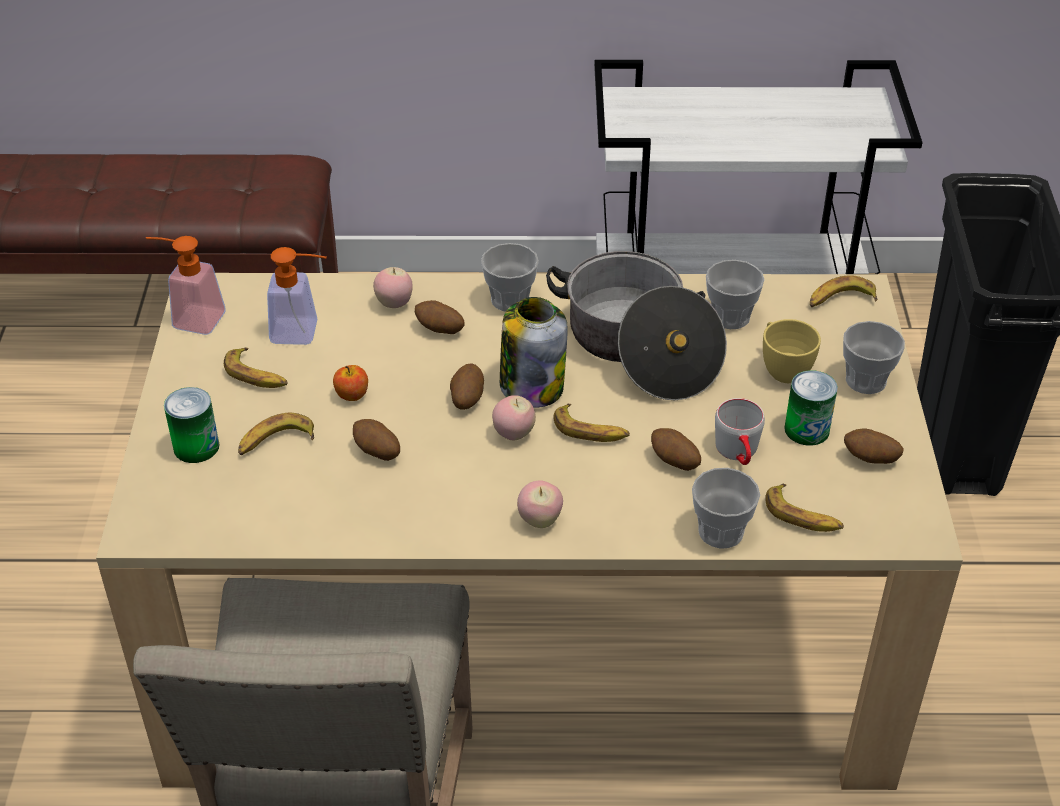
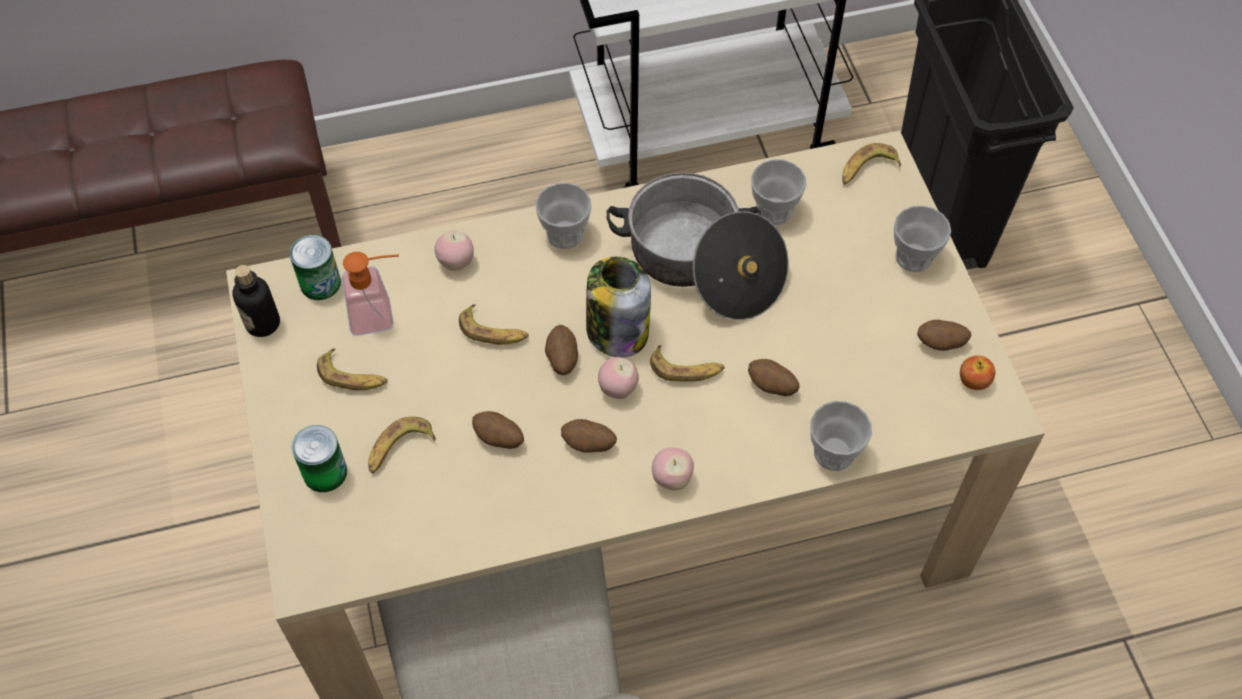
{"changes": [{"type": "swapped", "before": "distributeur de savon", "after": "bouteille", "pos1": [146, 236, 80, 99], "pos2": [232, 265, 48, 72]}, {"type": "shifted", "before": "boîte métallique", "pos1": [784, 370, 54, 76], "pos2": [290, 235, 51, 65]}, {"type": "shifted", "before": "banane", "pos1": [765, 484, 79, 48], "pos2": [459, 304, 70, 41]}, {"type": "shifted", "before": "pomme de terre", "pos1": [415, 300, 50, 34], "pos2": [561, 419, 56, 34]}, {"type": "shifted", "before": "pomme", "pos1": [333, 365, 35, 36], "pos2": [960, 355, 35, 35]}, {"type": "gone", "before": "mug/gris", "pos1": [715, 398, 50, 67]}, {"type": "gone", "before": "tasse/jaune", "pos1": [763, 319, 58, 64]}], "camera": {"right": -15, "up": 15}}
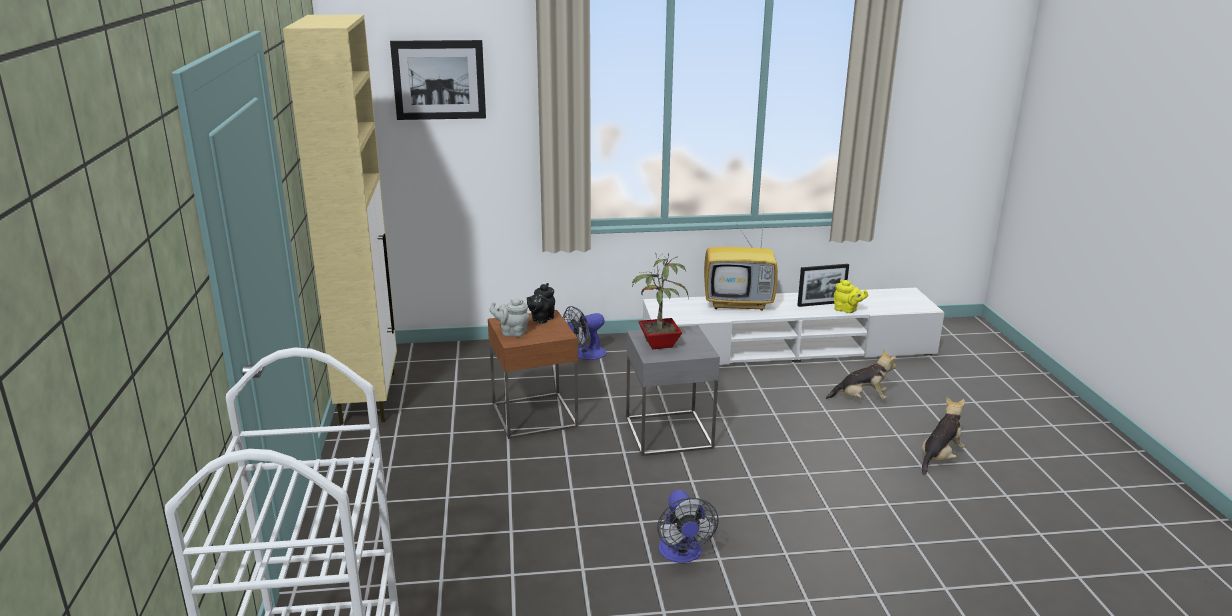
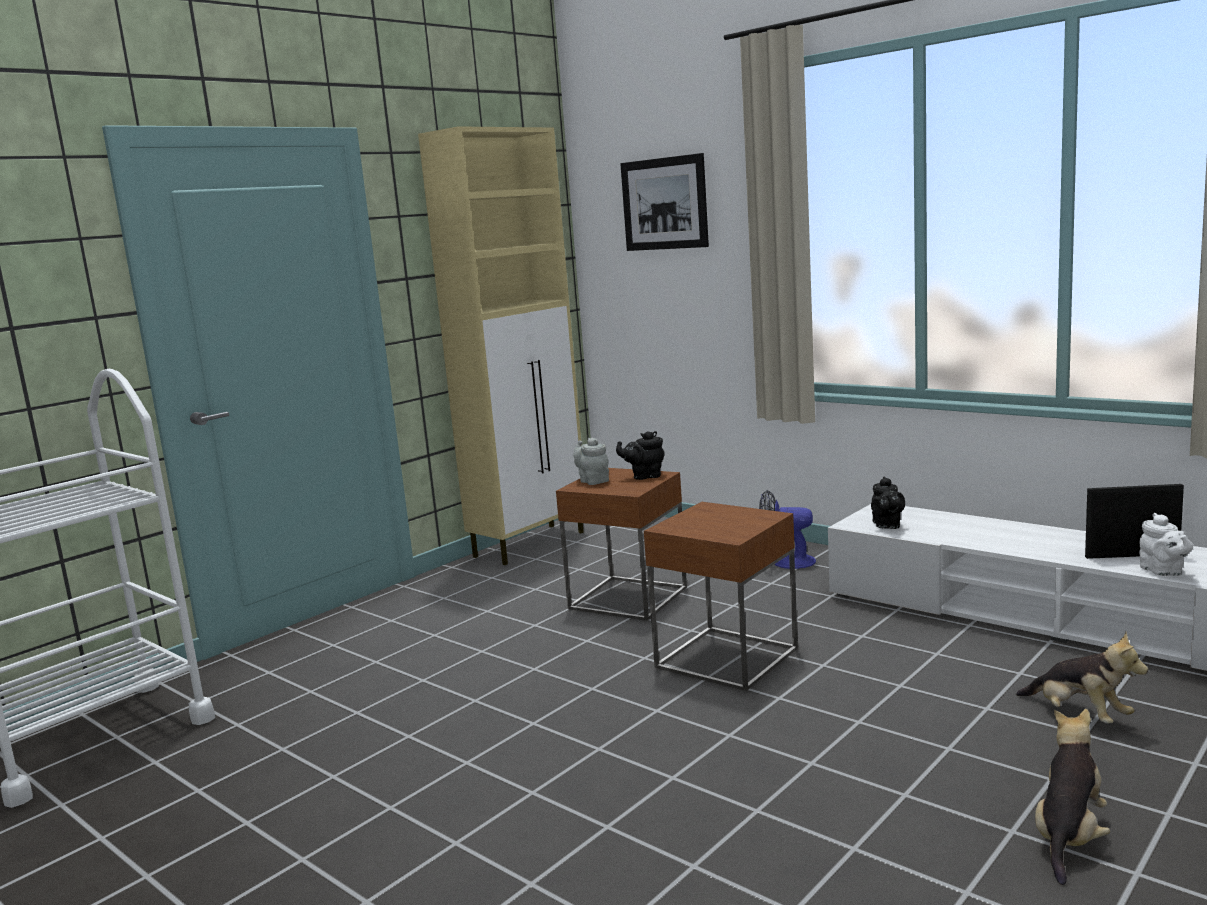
{"changes": [{"type": "repainted", "before": "table d'appoint/gris", "after": "table d'appoint/marron", "pos1": [626, 325, 94, 131], "pos2": [644, 502, 154, 189]}, {"type": "new", "after": "théière/noir", "pos2": [871, 477, 34, 52]}, {"type": "rotated", "before": "peluche", "pos1": [922, 397, 43, 78], "pos2": [1035, 709, 76, 176], "turn": -60}, {"type": "rotated", "before": "cadre photo", "pos1": [797, 264, 52, 43], "pos2": [1085, 484, 99, 75], "turn": 150}, {"type": "repainted", "before": "théière/jaune", "after": "théière/blanc", "pos1": [834, 279, 34, 34], "pos2": [1139, 513, 54, 63]}, {"type": "gone", "before": "plante en pot", "pos1": [632, 252, 57, 97]}, {"type": "gone", "before": "ventilateur", "pos1": [657, 490, 62, 73]}, {"type": "gone", "before": "téléviseur", "pos1": [704, 215, 74, 96]}], "camera": {"right": 50, "up": -10}}
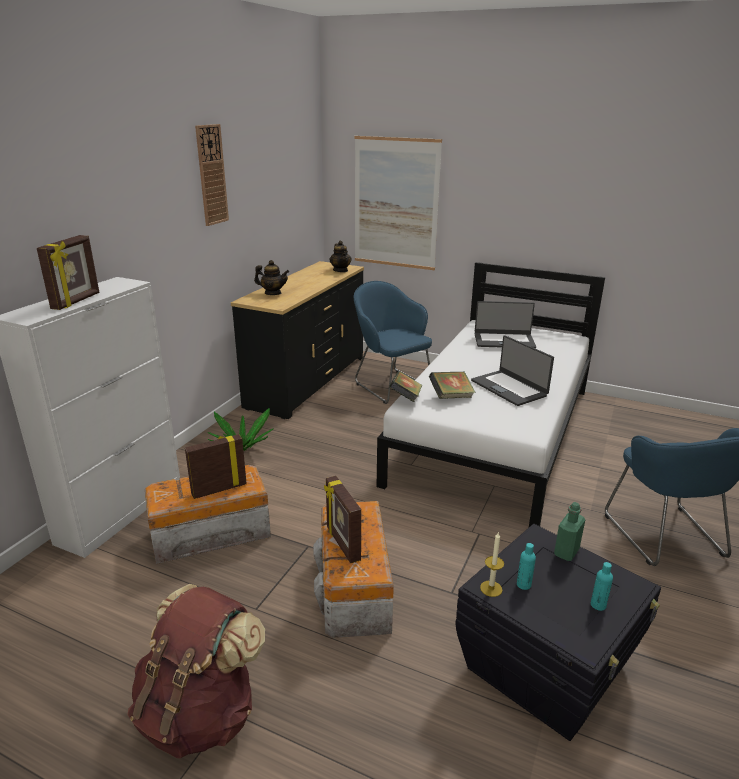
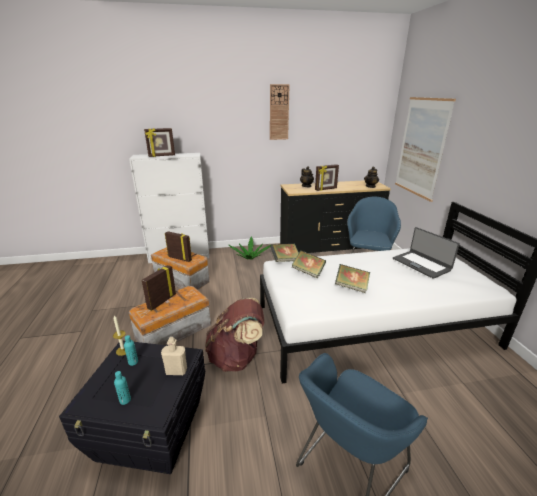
{"changes": [{"type": "repainted", "before": "bouteille/vert", "after": "bouteille/beige", "pos1": [554, 502, 31, 59], "pos2": [161, 337, 26, 38]}, {"type": "shifted", "before": "sac à dos/marron", "pos1": [127, 584, 138, 174], "pos2": [205, 298, 59, 74]}, {"type": "new", "after": "cadre photo", "pos2": [315, 164, 24, 27]}, {"type": "swapped", "before": "ordinateur portable", "after": "livre", "pos1": [471, 335, 83, 71], "pos2": [335, 264, 35, 29]}], "camera": {"right": 55, "up": 0}}
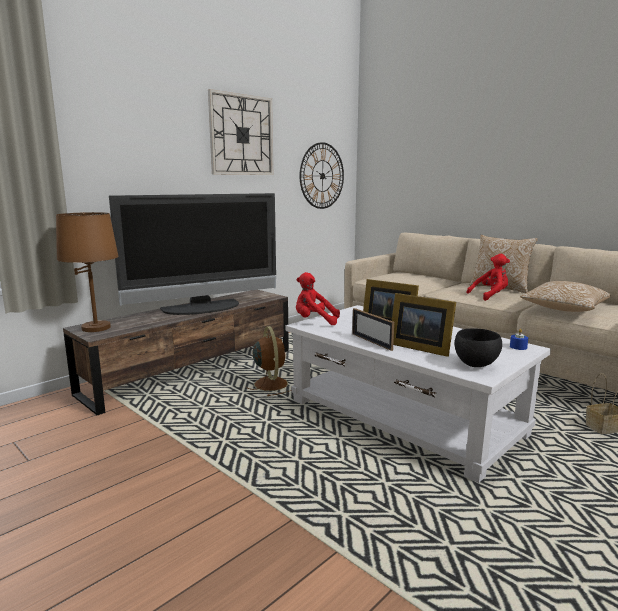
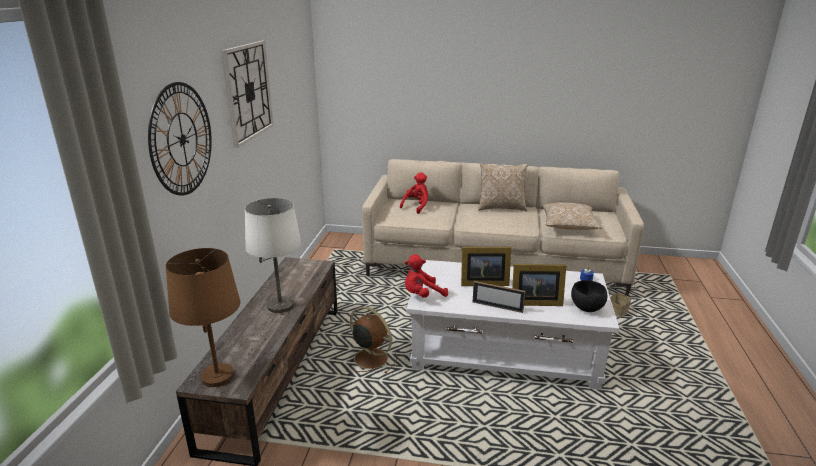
{"changes": [{"type": "shifted", "before": "horloge murale", "pos1": [300, 142, 44, 67], "pos2": [148, 82, 64, 113]}, {"type": "swapped", "before": "téléviseur", "after": "lampe de table/blanc", "pos1": [109, 193, 167, 122], "pos2": [245, 198, 57, 115]}, {"type": "shifted", "before": "peluche/rouge", "pos1": [467, 254, 43, 47], "pos2": [400, 172, 28, 42]}], "camera": {"right": -35, "up": 10}}
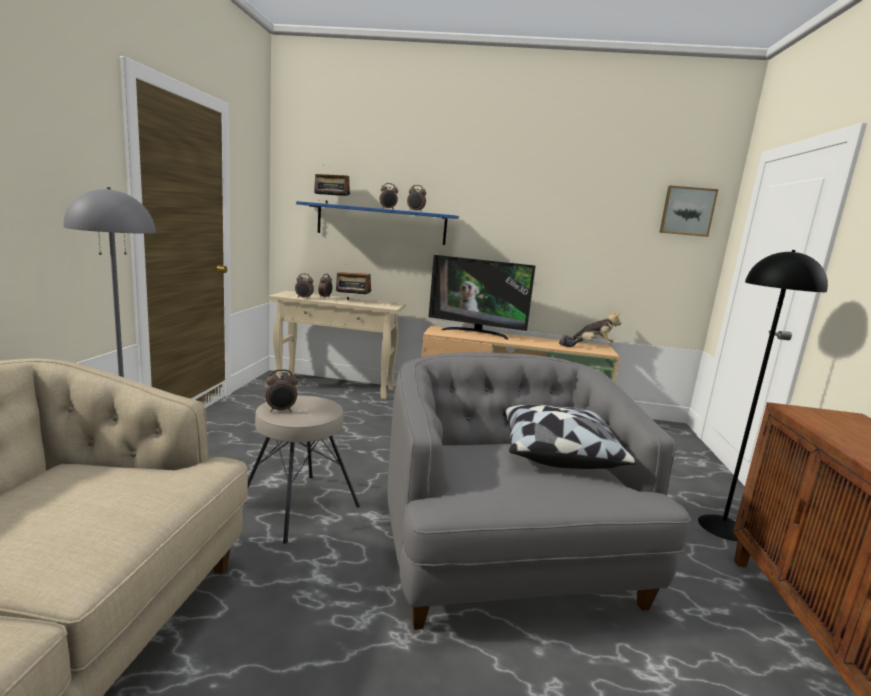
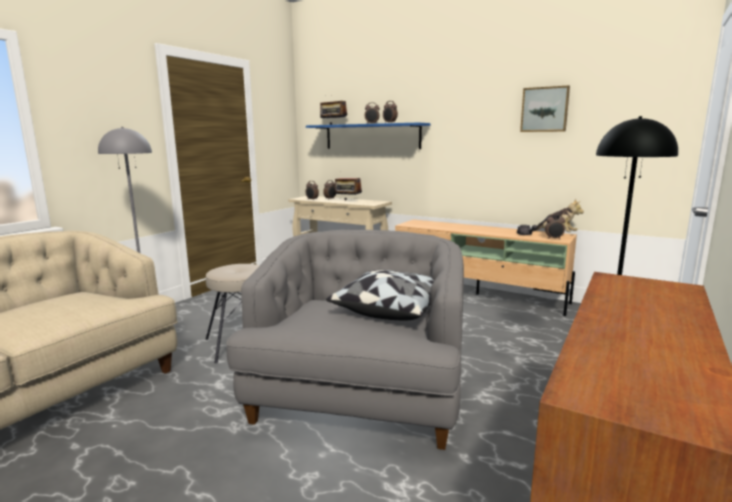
{"changes": [{"type": "shifted", "before": "tableau", "pos1": [659, 186, 59, 51], "pos2": [520, 85, 50, 47]}, {"type": "shifted", "before": "réveil", "pos1": [265, 369, 33, 43], "pos2": [545, 214, 20, 25]}, {"type": "gone", "before": "téléviseur", "pos1": [429, 255, 106, 85]}], "camera": {"right": 25, "up": 0}}
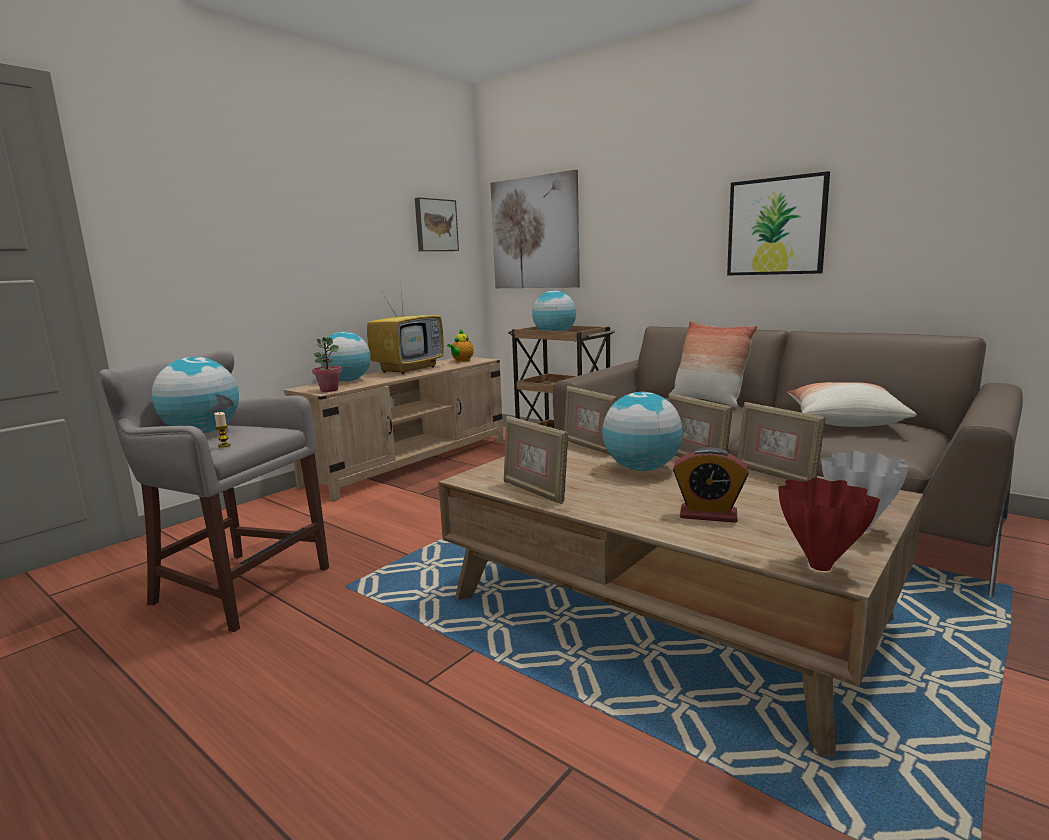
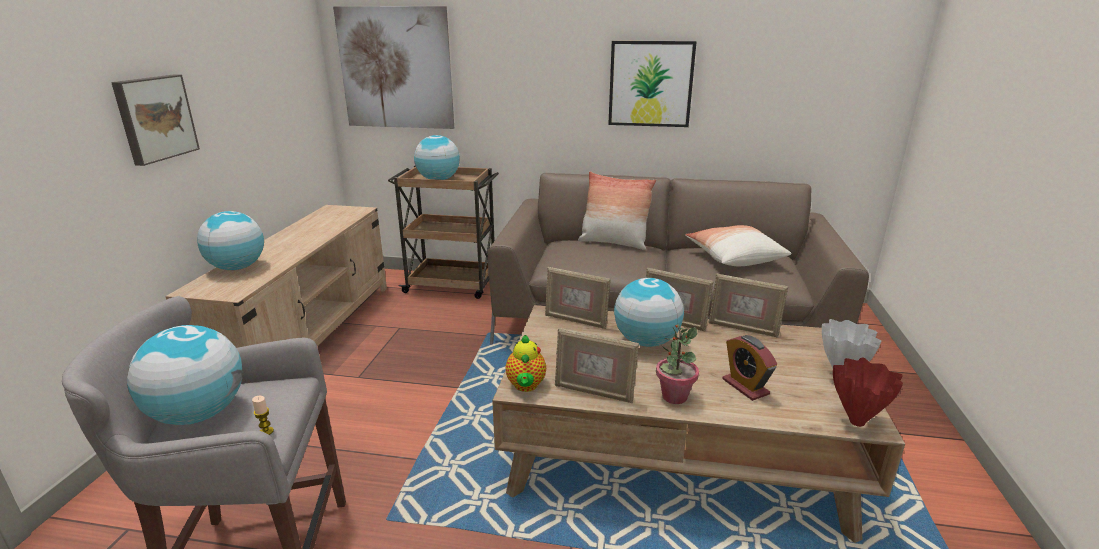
{"changes": [{"type": "shifted", "before": "tableau", "pos1": [415, 197, 44, 54], "pos2": [111, 74, 89, 92]}, {"type": "shifted", "before": "théière", "pos1": [447, 329, 27, 33], "pos2": [505, 335, 41, 57]}, {"type": "shifted", "before": "plante en pot", "pos1": [312, 337, 30, 55], "pos2": [656, 324, 43, 80]}, {"type": "rotated", "before": "réveil", "pos1": [673, 447, 76, 76], "pos2": [722, 335, 55, 66], "turn": 75}, {"type": "gone", "before": "téléviseur", "pos1": [367, 282, 77, 92]}], "camera": {"right": -30, "up": 10}}
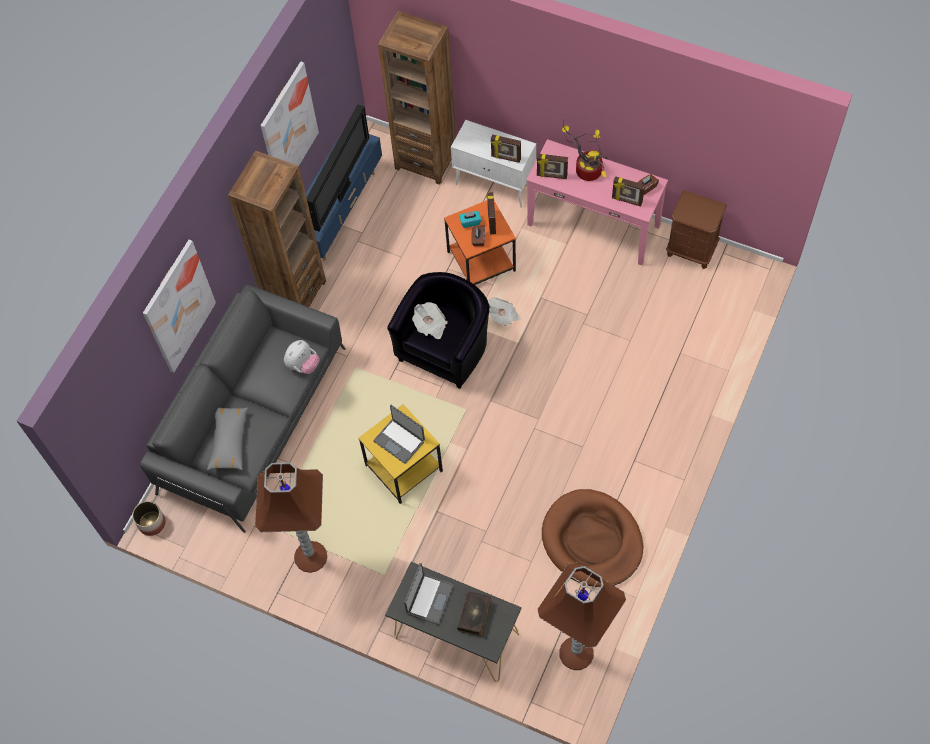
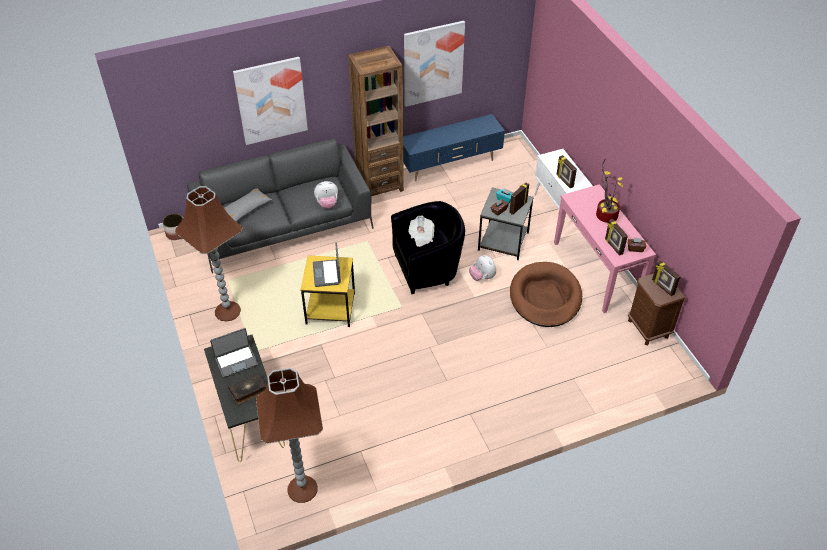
{"changes": [{"type": "swapped", "before": "journal", "after": "peluche", "pos1": [488, 297, 33, 29], "pos2": [469, 255, 27, 26]}, {"type": "repainted", "before": "table d'appoint/orange", "after": "table d'appoint/gris", "pos1": [444, 200, 72, 85], "pos2": [478, 187, 56, 73]}, {"type": "shifted", "before": "panier pour chien/marron", "pos1": [542, 489, 101, 98], "pos2": [510, 262, 72, 65]}, {"type": "shifted", "before": "cadre photo", "pos1": [537, 154, 31, 25], "pos2": [652, 260, 28, 36]}, {"type": "gone", "before": "téléviseur", "pos1": [307, 104, 62, 128]}, {"type": "gone", "before": "bibliothèque/marron", "pos1": [378, 11, 78, 174]}], "camera": {"right": 40, "up": -15}}
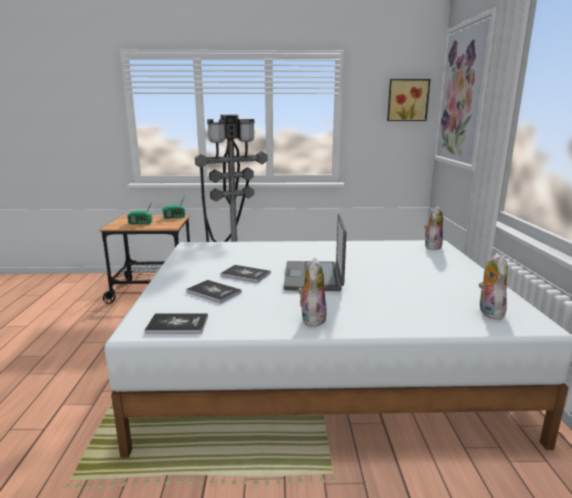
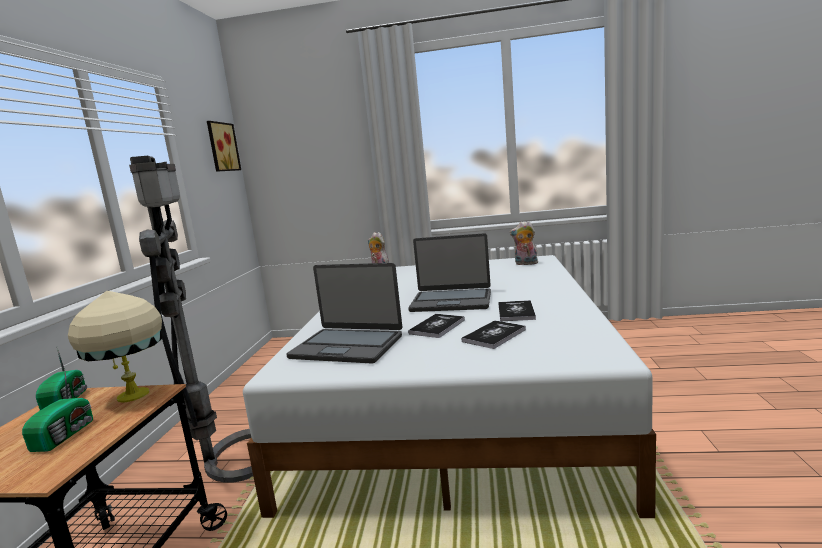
{"changes": [{"type": "new", "after": "lampe de table/beige", "pos2": [68, 291, 94, 112]}, {"type": "new", "after": "ordinateur portable", "pos2": [286, 263, 116, 100]}, {"type": "shifted", "before": "livre", "pos1": [145, 313, 63, 21], "pos2": [498, 300, 38, 21]}, {"type": "gone", "before": "peluche", "pos1": [298, 258, 29, 69]}, {"type": "gone", "before": "tableau", "pos1": [434, 7, 62, 164]}], "camera": {"right": -80, "up": -5}}
